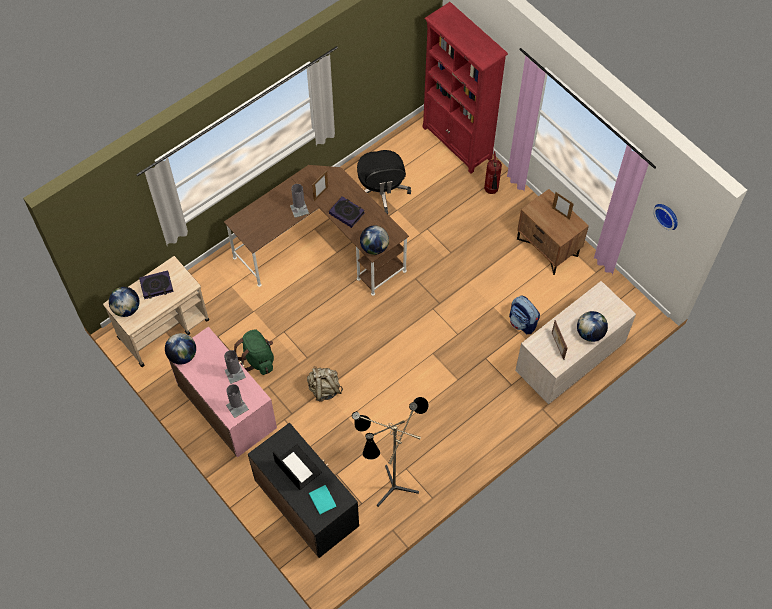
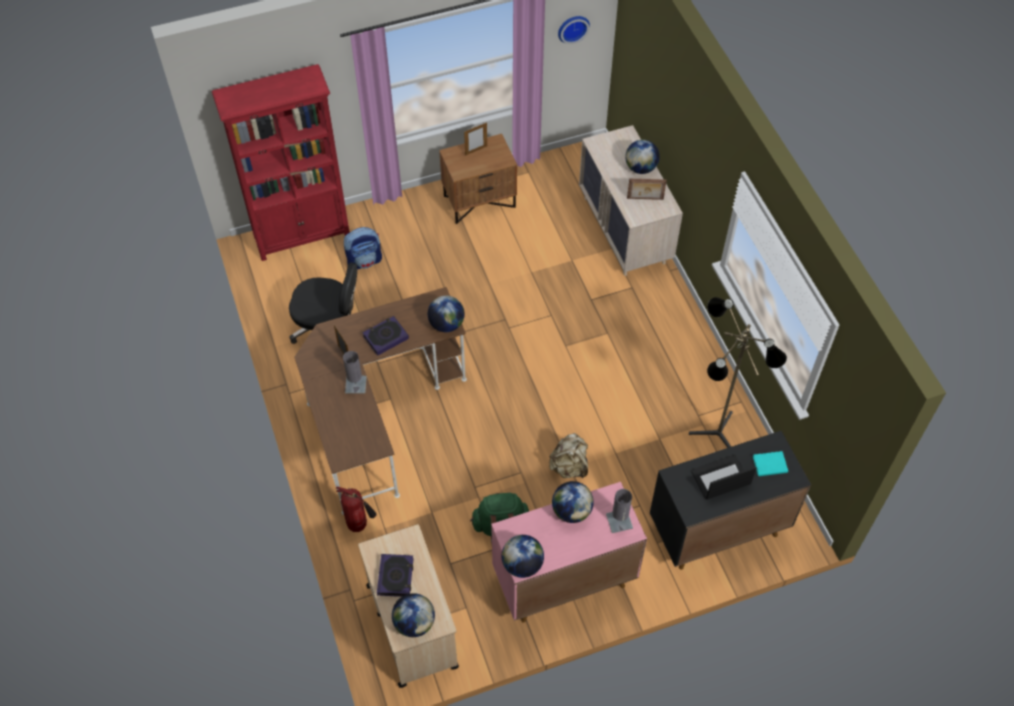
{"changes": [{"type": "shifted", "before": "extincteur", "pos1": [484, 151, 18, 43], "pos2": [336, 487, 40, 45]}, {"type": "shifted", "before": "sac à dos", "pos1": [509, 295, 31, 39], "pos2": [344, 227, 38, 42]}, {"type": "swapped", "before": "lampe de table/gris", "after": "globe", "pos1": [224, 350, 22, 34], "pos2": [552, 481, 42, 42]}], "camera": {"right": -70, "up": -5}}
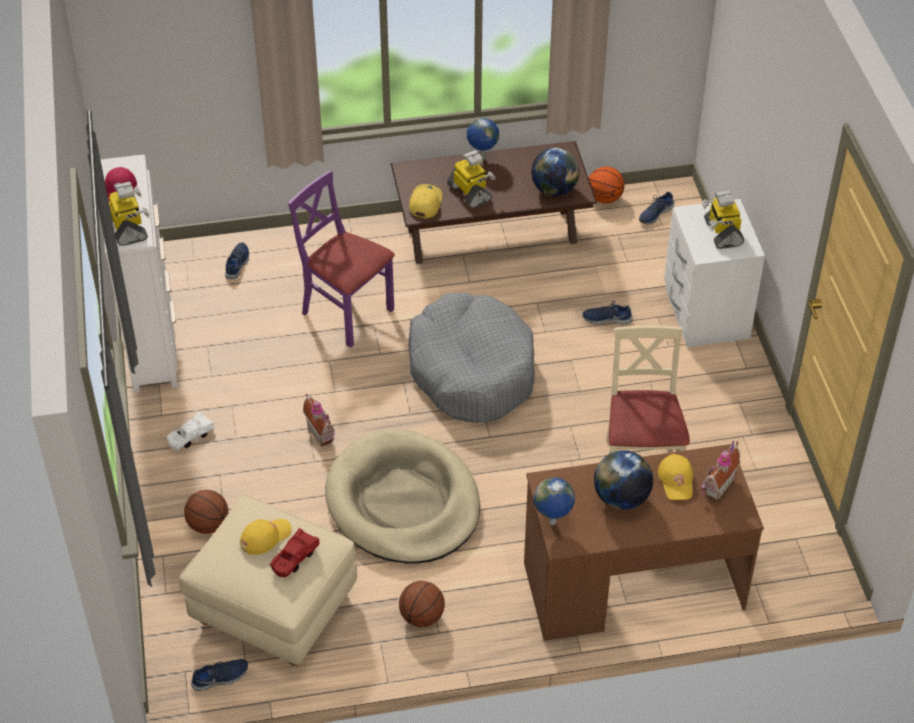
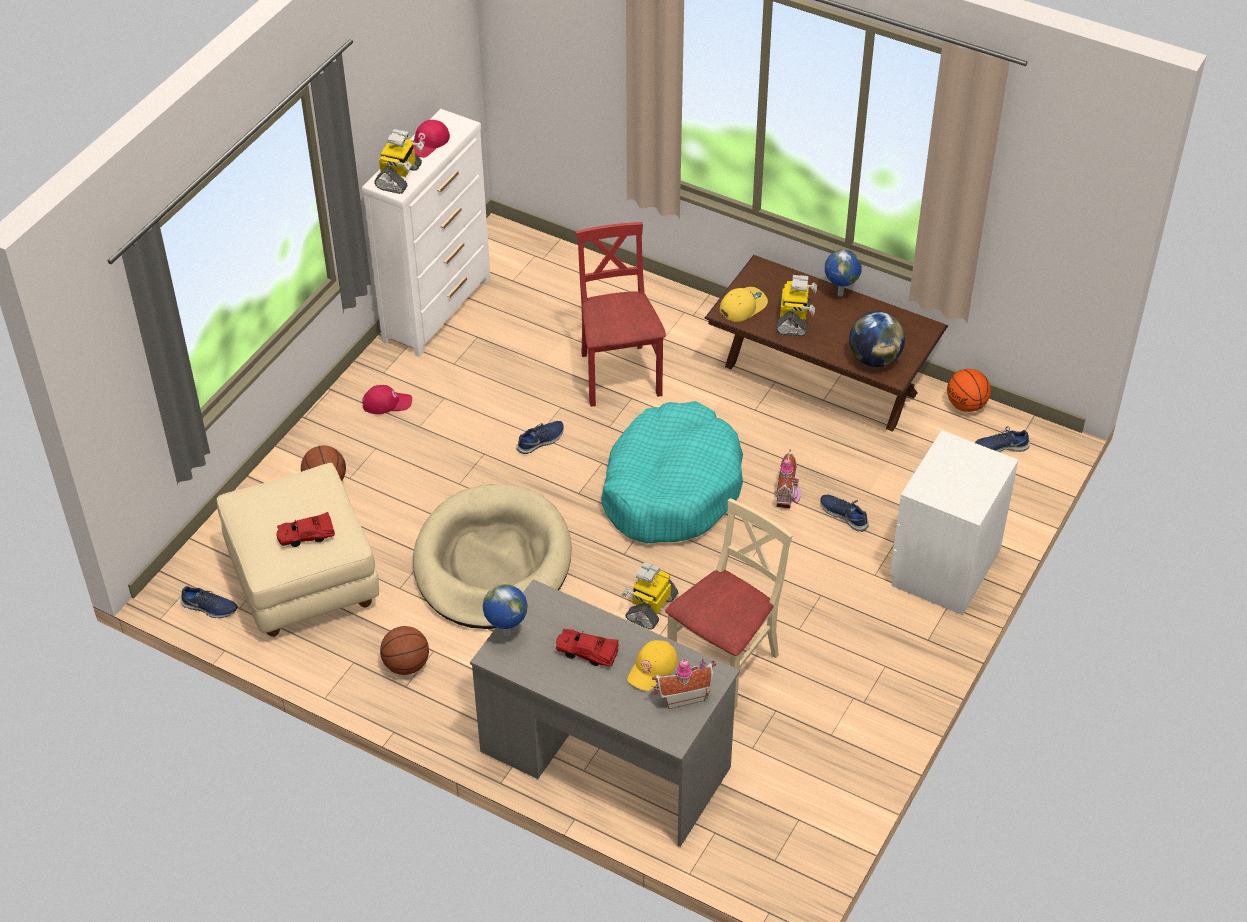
{"changes": [{"type": "swapped", "before": "petite voiture/blanc", "after": "casquette/rouge", "pos1": [166, 412, 49, 39], "pos2": [362, 385, 50, 29]}, {"type": "repainted", "before": "bureau/marron", "after": "bureau/gris", "pos1": [524, 444, 240, 197], "pos2": [470, 579, 270, 268]}, {"type": "shifted", "before": "chaussure/bleu", "pos1": [225, 242, 24, 37], "pos2": [516, 421, 48, 33]}, {"type": "swapped", "before": "globe", "after": "petite voiture/rouge", "pos1": [594, 450, 59, 60], "pos2": [556, 629, 63, 37]}, {"type": "repainted", "before": "chaise/violet", "after": "chaise/rouge", "pos1": [288, 170, 107, 177], "pos2": [576, 222, 90, 185]}, {"type": "repainted", "before": "panier pour chien/gris", "after": "panier pour chien/turquoise", "pos1": [408, 292, 127, 131], "pos2": [601, 401, 142, 142]}, {"type": "shifted", "before": "robot jouet", "pos1": [702, 191, 42, 58], "pos2": [621, 562, 57, 68]}, {"type": "shifted", "before": "maison miniature", "pos1": [303, 394, 32, 53], "pos2": [776, 449, 25, 59]}, {"type": "gone", "before": "casquette/jaune", "pos1": [240, 519, 52, 36]}], "camera": {"right": 40, "up": 0}}
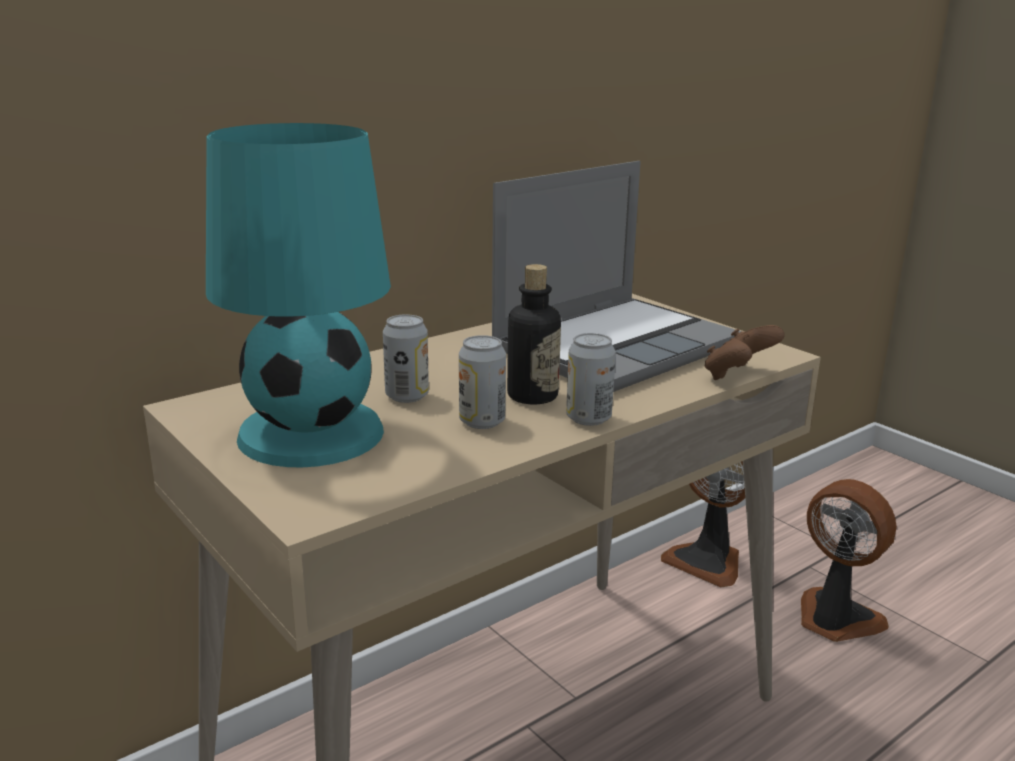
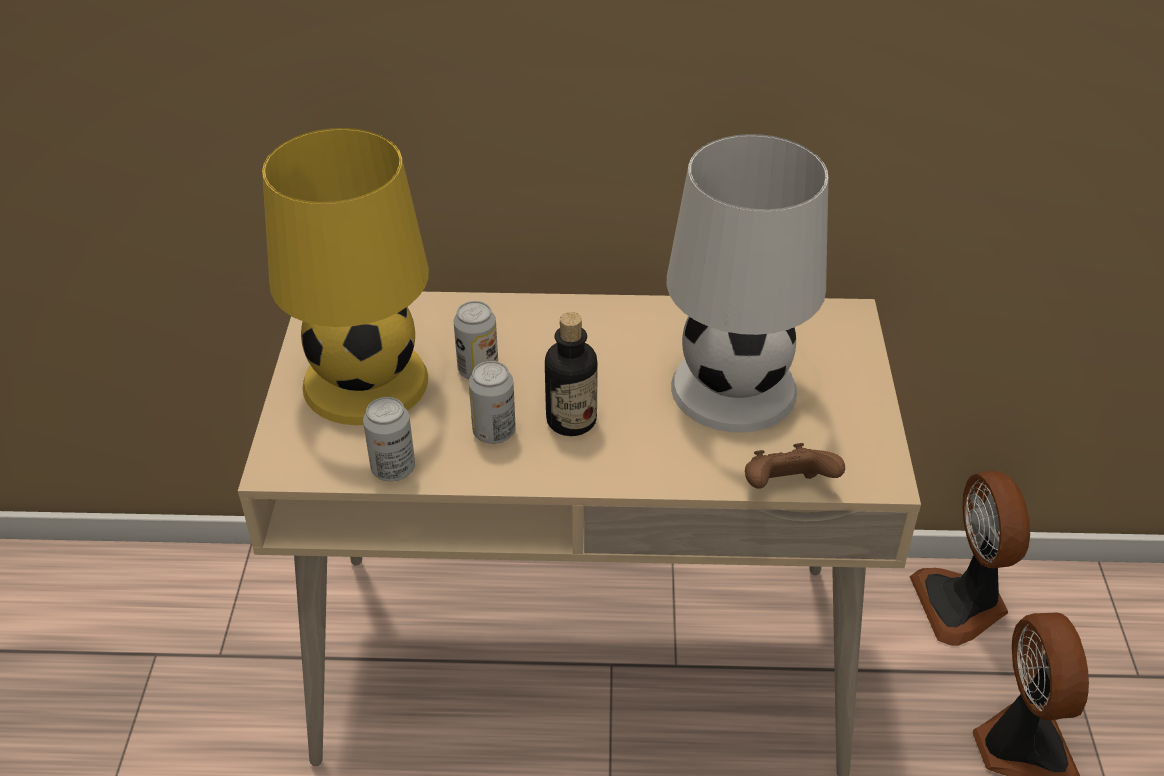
{"changes": [{"type": "repainted", "before": "lampe de table/turquoise", "after": "lampe de table/jaune", "pos1": [206, 123, 185, 344], "pos2": [262, 128, 167, 297]}, {"type": "shifted", "before": "boîte métallique", "pos1": [566, 333, 50, 93], "pos2": [363, 397, 52, 85]}, {"type": "swapped", "before": "ordinateur portable", "after": "lampe de table/blanc", "pos1": [492, 161, 249, 231], "pos2": [667, 134, 161, 299]}], "camera": {"right": 40, "up": 20}}
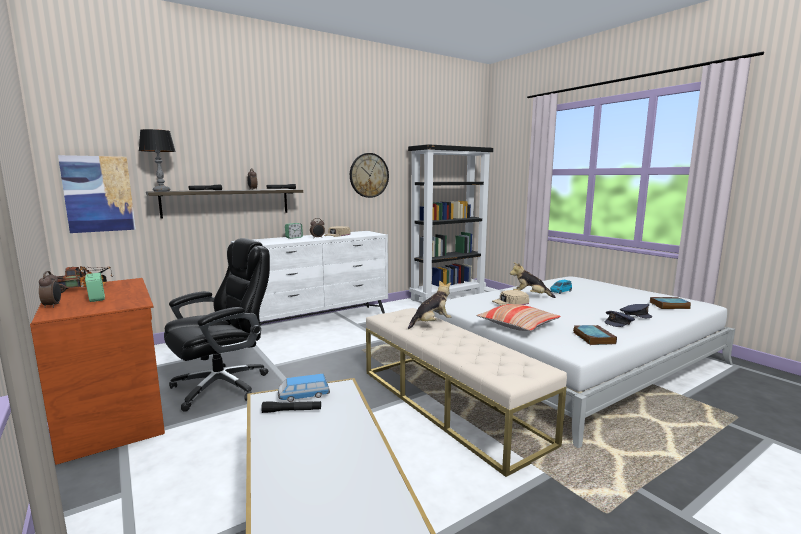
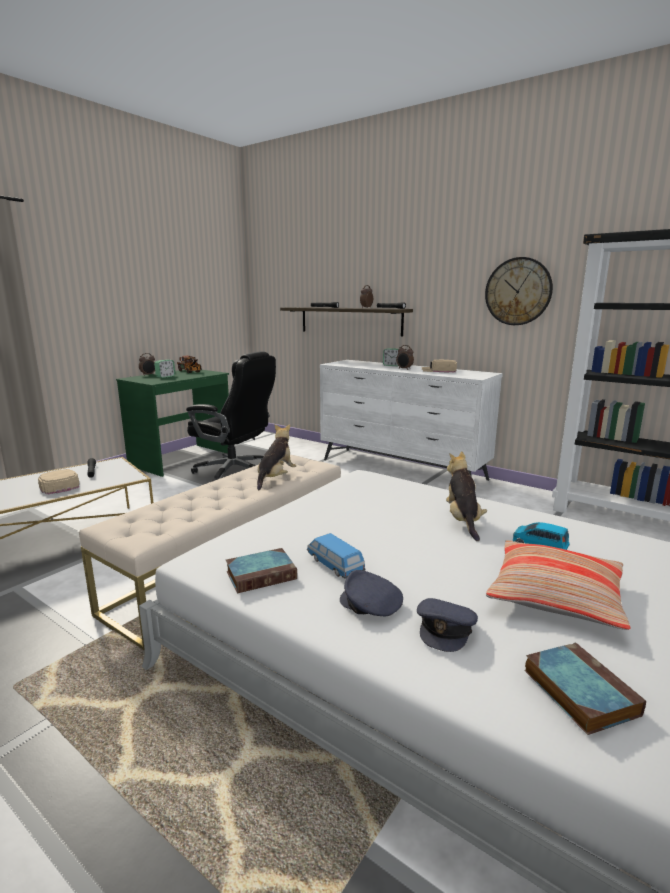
{"changes": [{"type": "shifted", "before": "casquette/beige", "pos1": [492, 290, 37, 16], "pos2": [38, 469, 41, 26]}, {"type": "repainted", "before": "bureau/marron", "after": "bureau/vert", "pos1": [30, 278, 135, 187], "pos2": [116, 370, 113, 107]}, {"type": "rotated", "before": "peluche", "pos1": [408, 280, 43, 49], "pos2": [257, 424, 39, 66], "turn": -105}, {"type": "shifted", "before": "petite voiture", "pos1": [278, 374, 52, 28], "pos2": [307, 533, 59, 45]}, {"type": "shifted", "before": "coussin", "pos1": [477, 304, 84, 27], "pos2": [486, 540, 145, 90]}, {"type": "gone", "before": "tableau", "pos1": [58, 155, 78, 78]}, {"type": "gone", "before": "lampe de table", "pos1": [139, 129, 37, 63]}], "camera": {"right": 70, "up": 5}}
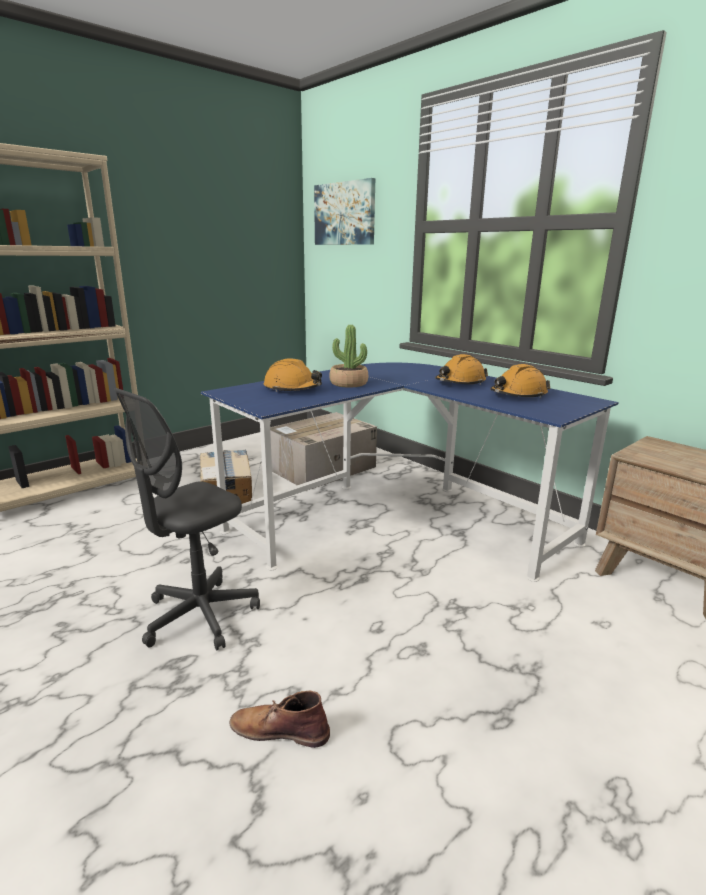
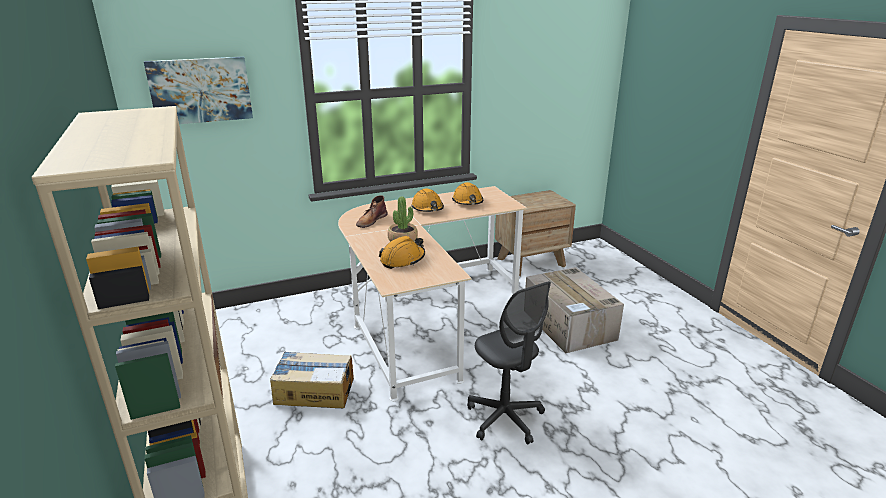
{"changes": [{"type": "repainted", "before": "bureau/bleu", "after": "bureau/beige", "pos1": [201, 363, 418, 219], "pos2": [338, 186, 189, 215]}, {"type": "shifted", "before": "botte/marron", "pos1": [230, 691, 100, 57], "pos2": [356, 195, 32, 33]}, {"type": "shifted", "before": "carton", "pos1": [270, 412, 107, 79], "pos2": [525, 267, 99, 86]}], "camera": {"right": -70, "up": 5}}
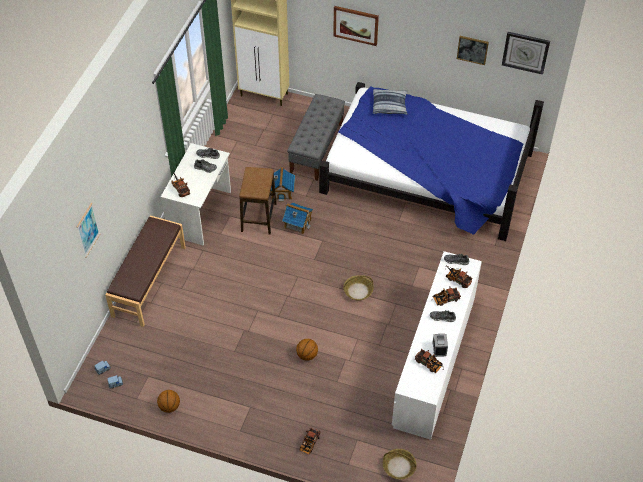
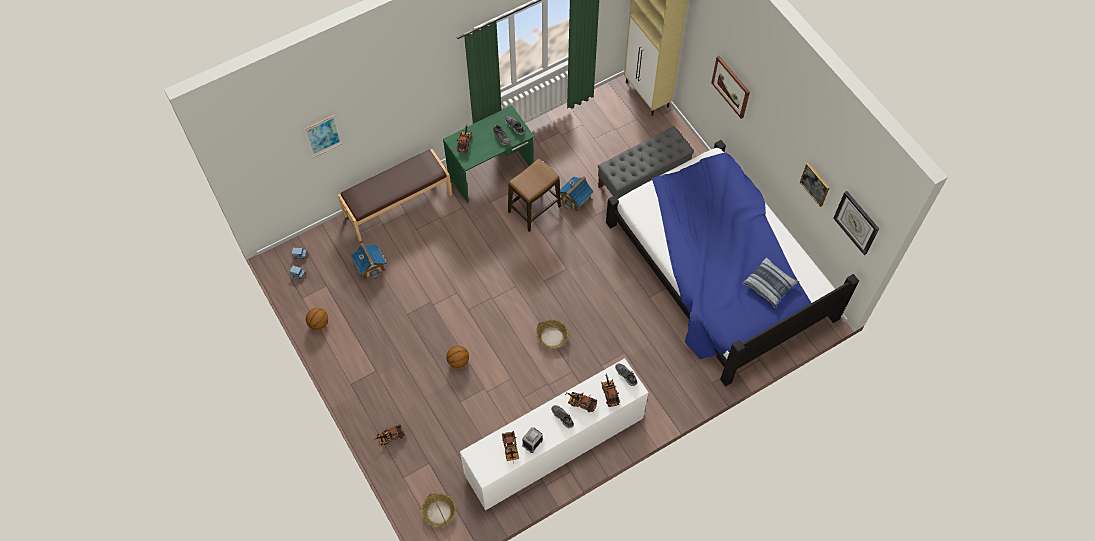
{"changes": [{"type": "shifted", "before": "maison miniature", "pos1": [282, 203, 31, 31], "pos2": [351, 243, 35, 37]}, {"type": "repainted", "before": "bureau/blanc", "after": "bureau/vert", "pos1": [161, 143, 70, 103], "pos2": [443, 105, 91, 98]}, {"type": "shifted", "before": "coussin", "pos1": [373, 89, 35, 26], "pos2": [742, 257, 57, 51]}], "camera": {"right": 40, "up": 10}}
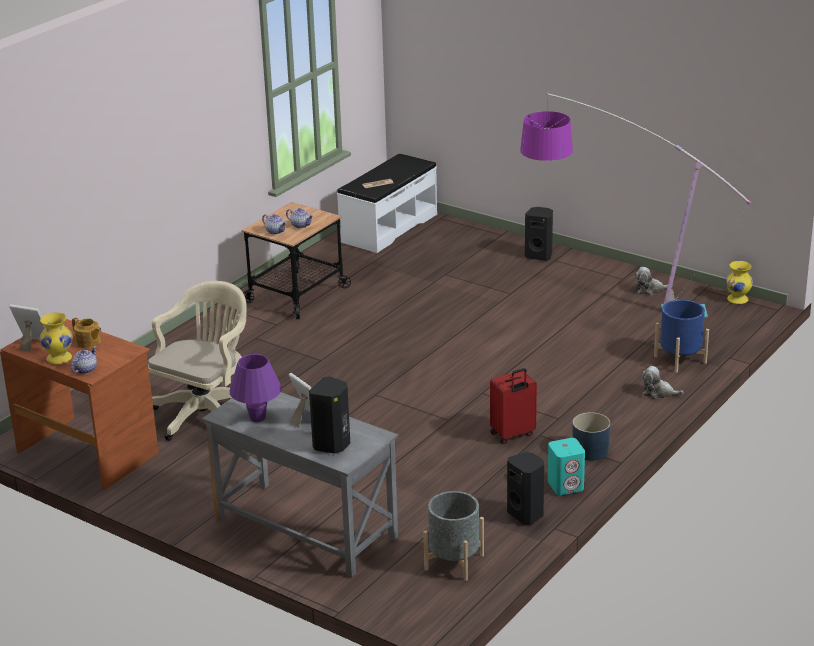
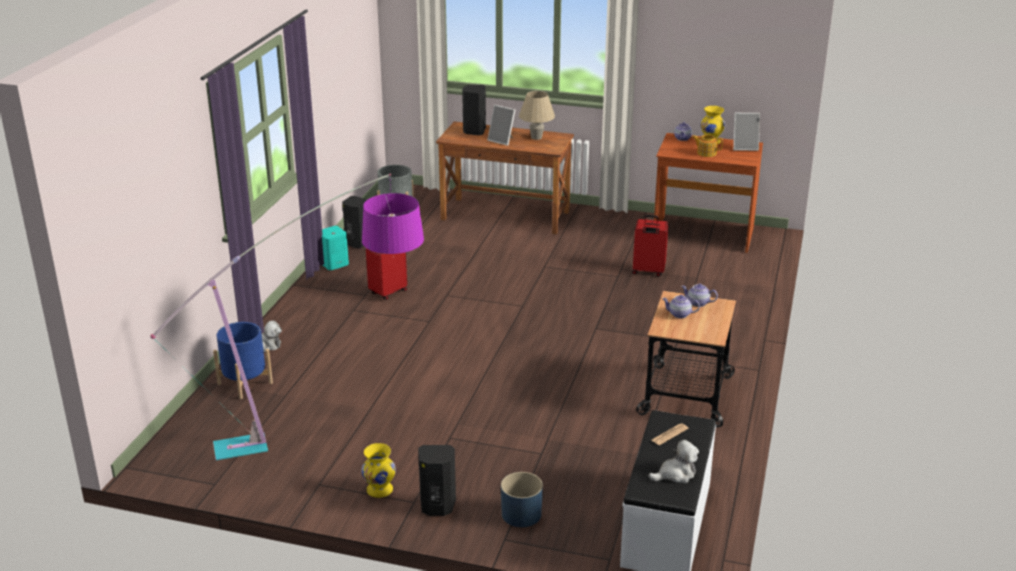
{"changes": [{"type": "shifted", "before": "vase/jaune", "pos1": [725, 261, 28, 43], "pos2": [361, 443, 35, 55]}, {"type": "repainted", "before": "bureau/gris", "after": "bureau/marron", "pos1": [202, 392, 196, 185], "pos2": [436, 121, 138, 113]}, {"type": "shifted", "before": "cache-pot/bleu", "pos1": [572, 412, 38, 49], "pos2": [501, 472, 42, 55]}, {"type": "repainted", "before": "lampe de table/violet", "after": "lampe de table/beige", "pos1": [230, 354, 52, 68], "pos2": [519, 91, 36, 49]}, {"type": "swapped", "before": "chaise de bureau/beige", "after": "valise/rouge", "pos1": [148, 281, 98, 160], "pos2": [632, 215, 37, 62]}, {"type": "shifted", "before": "peluche", "pos1": [634, 267, 34, 28], "pos2": [648, 440, 51, 43]}], "camera": {"right": 160, "up": 0}}
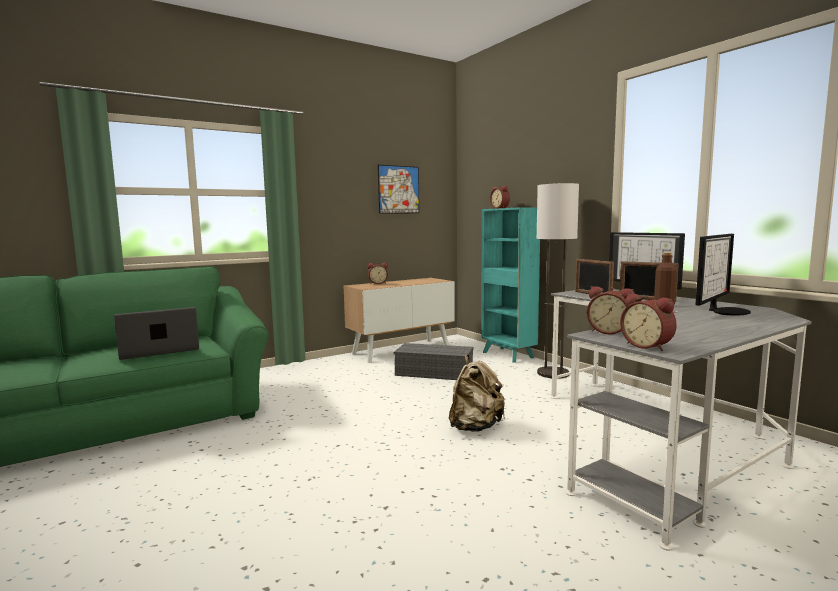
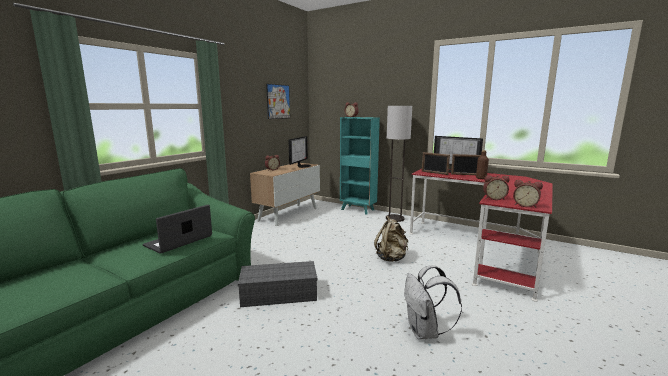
{"changes": [{"type": "shifted", "before": "boîte de rangement/gris", "pos1": [394, 343, 79, 37], "pos2": [238, 261, 79, 46]}, {"type": "shifted", "before": "écran d'ordinateur", "pos1": [695, 234, 56, 81], "pos2": [288, 136, 23, 32]}, {"type": "new", "after": "sac à dos/blanc", "pos2": [404, 265, 58, 74]}, {"type": "repainted", "before": "bureau/gris", "after": "bureau/rouge", "pos1": [551, 289, 261, 262], "pos2": [409, 169, 144, 133]}], "camera": {"right": -25, "up": 5}}
